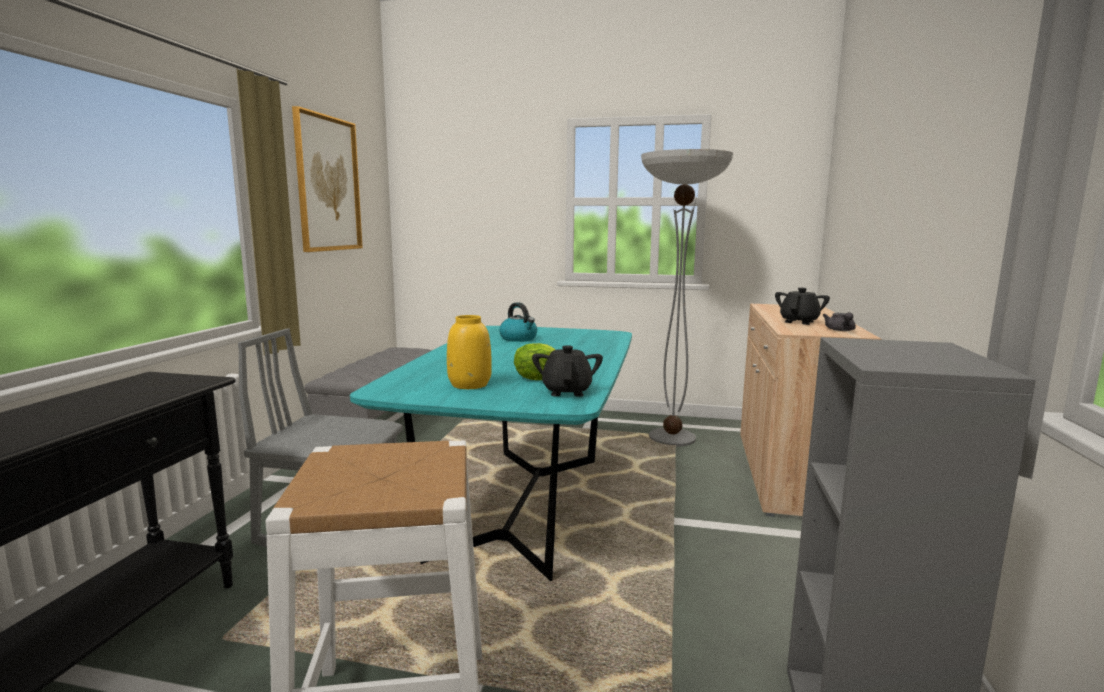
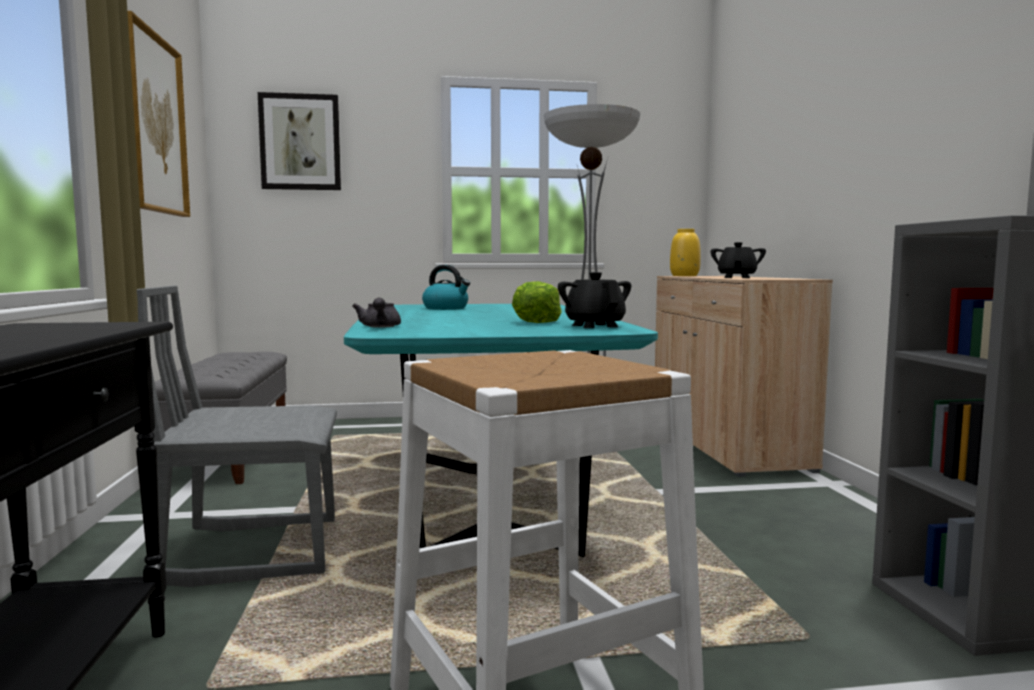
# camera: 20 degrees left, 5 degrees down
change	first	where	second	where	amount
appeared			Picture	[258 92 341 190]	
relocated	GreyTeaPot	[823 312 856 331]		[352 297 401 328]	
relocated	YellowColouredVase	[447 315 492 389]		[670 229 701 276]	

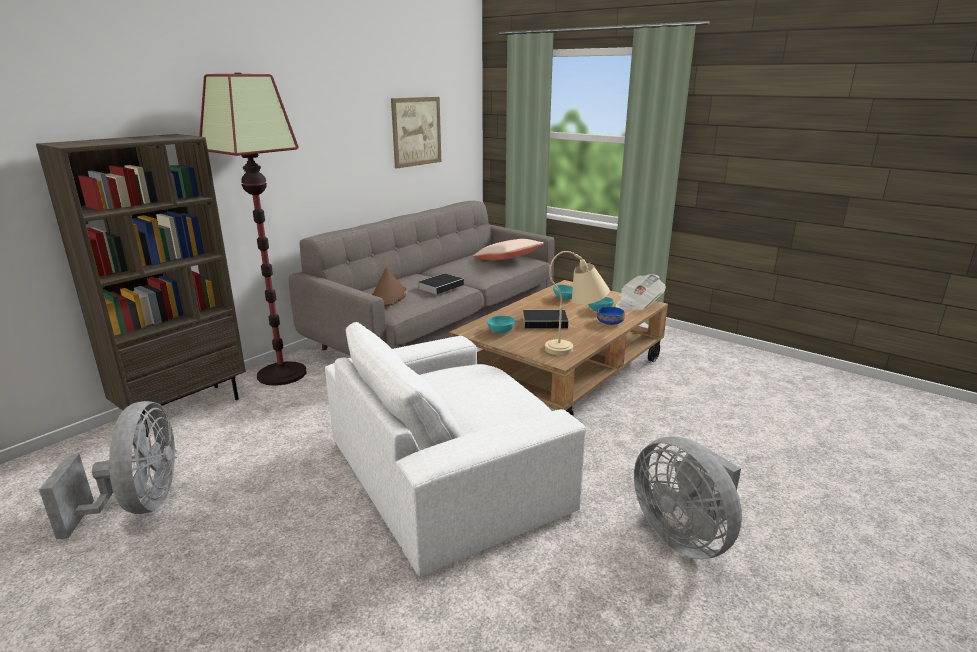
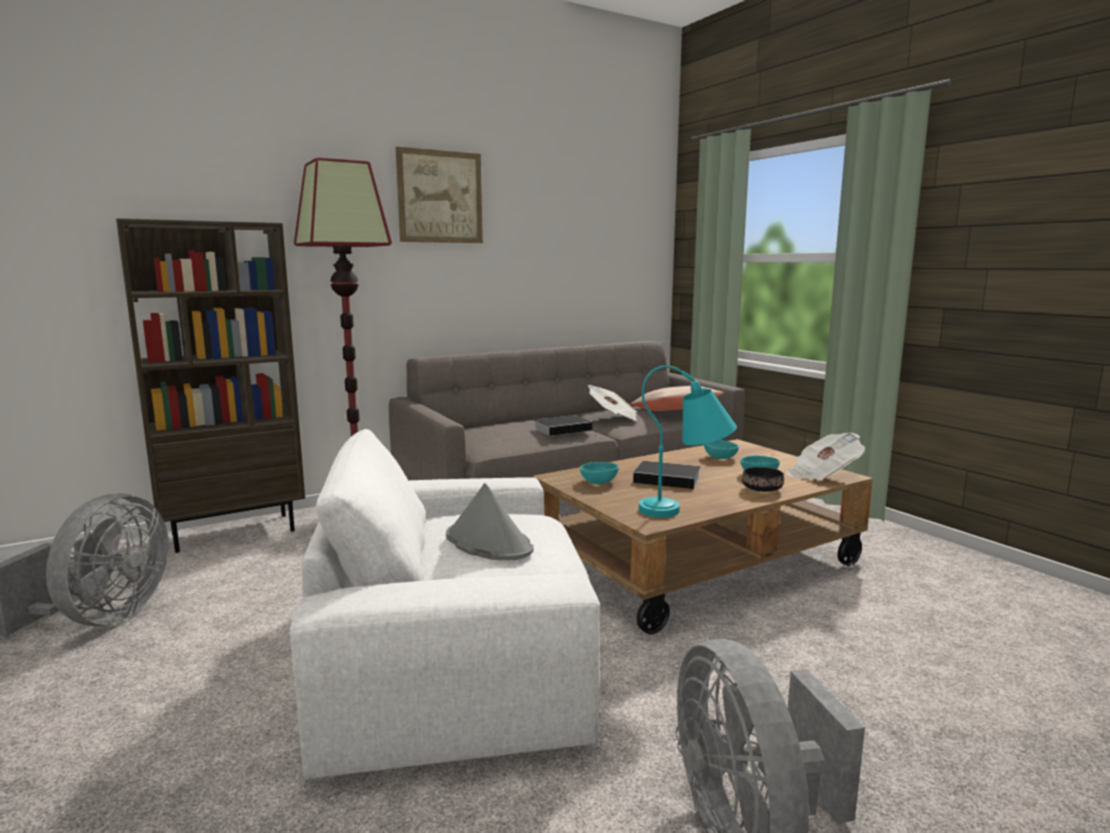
# camera: 20 degrees right, 10 degrees down
change	first	where	second	where	amount
relocated	Picture	[391 97 441 169]		[396 147 483 243]	
appeared			GreyHat	[446 483 534 560]	
appeared			DailyPaper	[588 385 637 420]	
colour	SandColouredTabletopLamp	[545 251 610 355]	TurquoiseColouredTabletopLamp	[639 365 737 518]	
colour	BluishServingBowl	[597 307 625 325]	BlackishServingBowl	[742 467 784 492]	
missing	BrownHat	[371 268 407 307]			

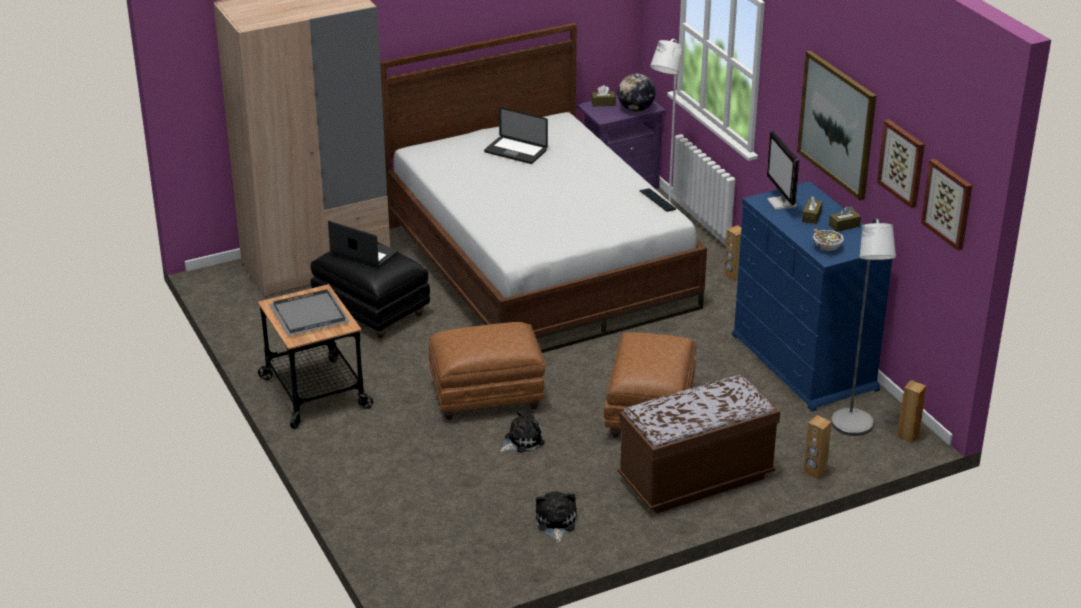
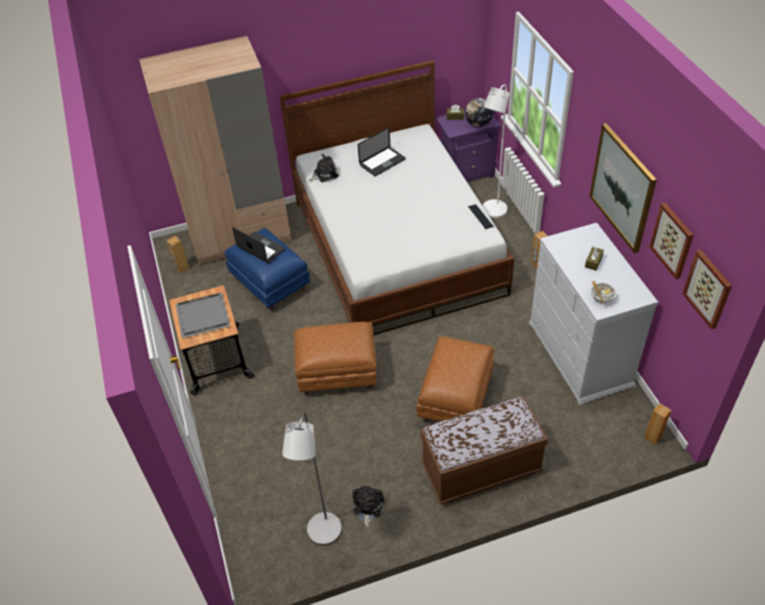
# camera: 10 degrees right, 15 degrees up
change	first	where	second	where	amount
relocated	BrownLoudspeaker	[803 415 832 480]		[167 236 190 274]	
colour	BlackishOttoman	[311 242 430 339]	BluishOttoman	[225 228 310 310]	
relocated	GreyFloorLamp	[831 218 896 436]		[282 412 342 546]	
relocated	CuddlyToy	[500 409 545 453]		[309 154 339 182]	
spun	Laptop	[484 107 548 164]		[358 127 406 176]	75 degrees counterclockwise
colour	BluishChestOfDrawers	[732 181 892 411]	WhiteColouredChestOfDrawers	[529 223 658 405]	
missing	ComputerDisplay	[767 131 799 210]			
missing	BrownTissueBox	[829 206 861 232]			

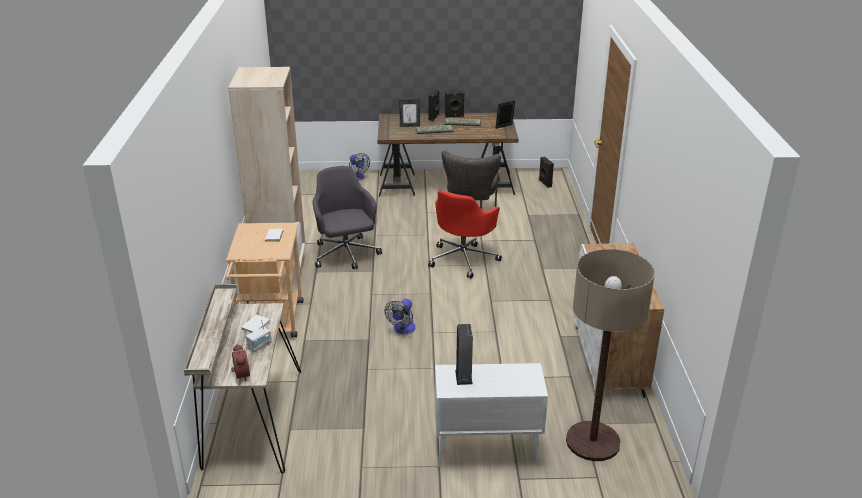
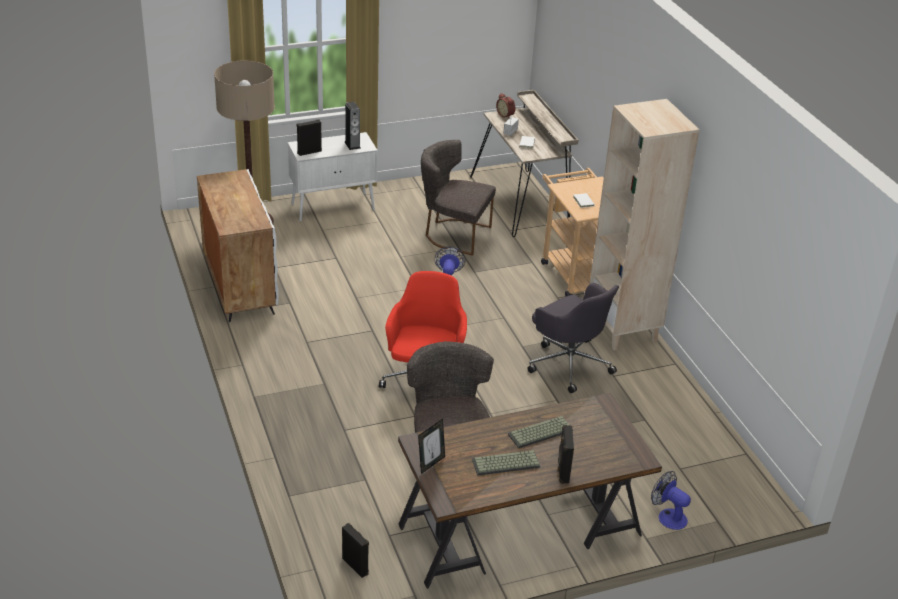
# camera: 160 degrees right, 5 degrees up
change	first	where	second	where	amount
relocated	BlackishLoudspeaker	[445 90 465 118]		[296 119 322 156]	
appeared			GreyChair	[421 140 496 256]	
missing	PictureFrame	[399 100 420 127]			

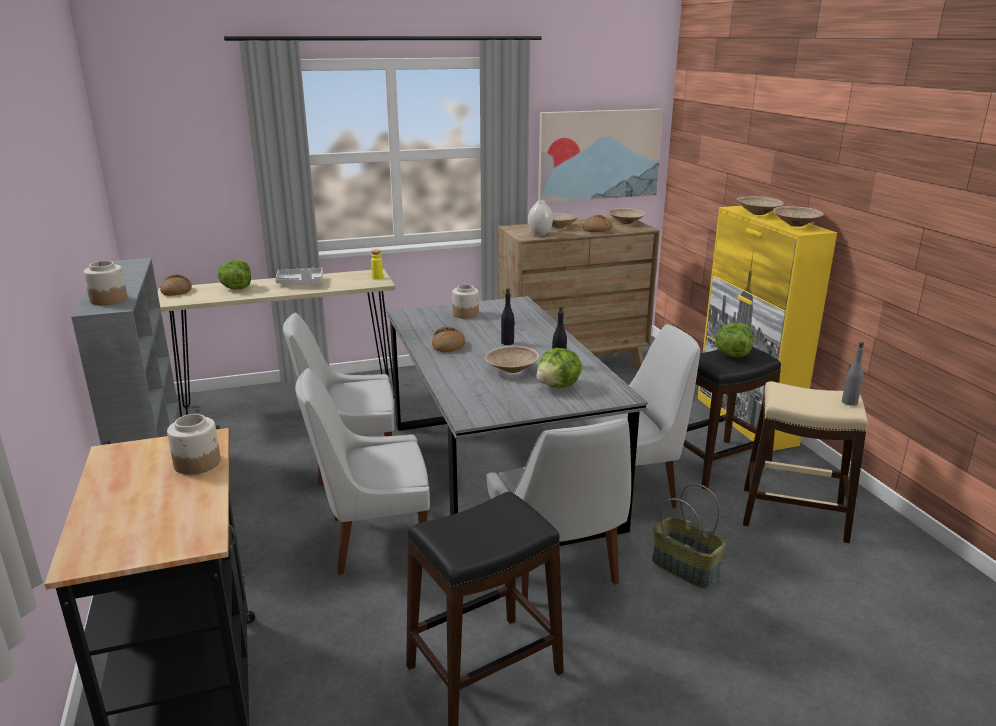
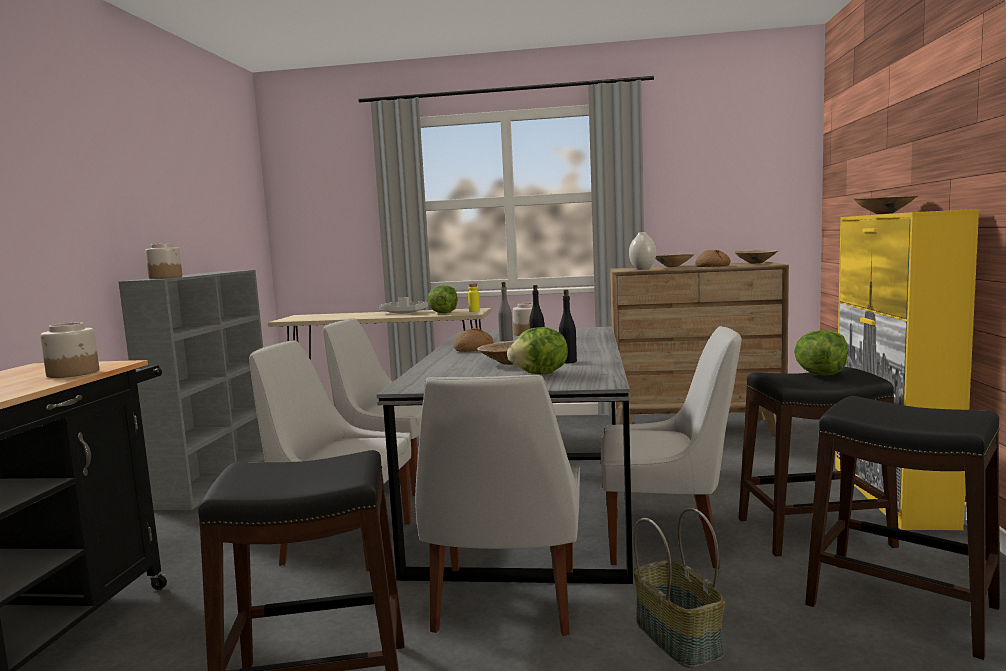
# camera: 25 degrees right, 15 degrees down
change	first	where	second	where	amount
relocated	Lettuce	[218 260 251 290]		[427 285 457 313]	
relocated	GreyBottle	[842 342 864 406]		[498 282 513 341]	
colour	SandColouredSittingStool	[743 381 868 543]	BlackishSittingStool	[805 396 1000 660]	
missing	BakedBread	[160 274 192 296]			
missing	Picture	[538 109 663 203]			
missing	SandColouredServingBowl	[773 206 824 227]			

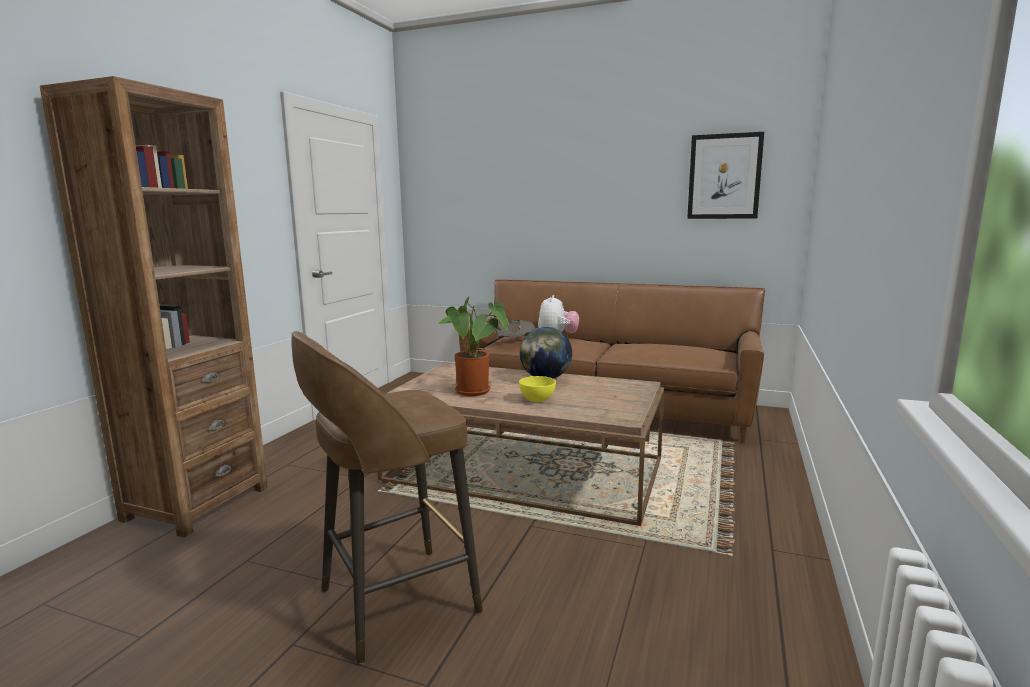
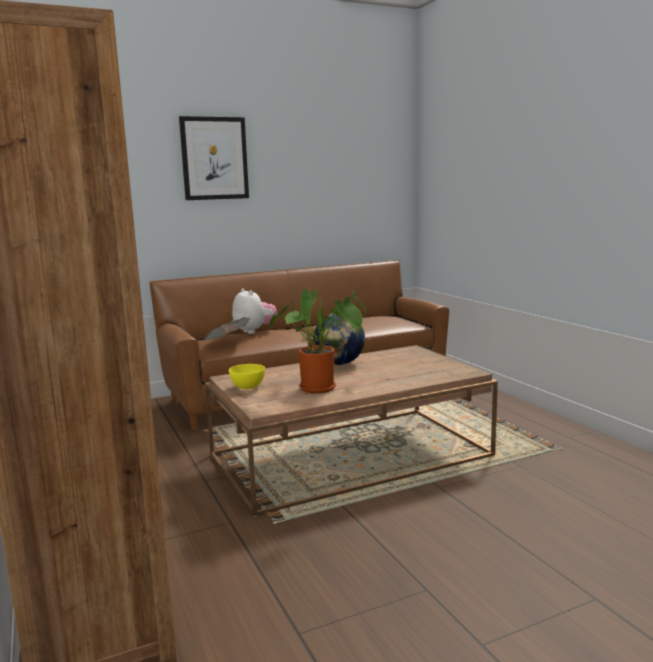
# camera: 45 degrees left, 0 degrees up
change	first	where	second	where	amount
relocated	Picture	[687 132 764 219]		[179 116 249 200]	
relocated	YellowColouredServingBowl	[519 376 556 402]		[229 364 265 389]	
missing	BrownSittingStool	[291 331 483 664]			

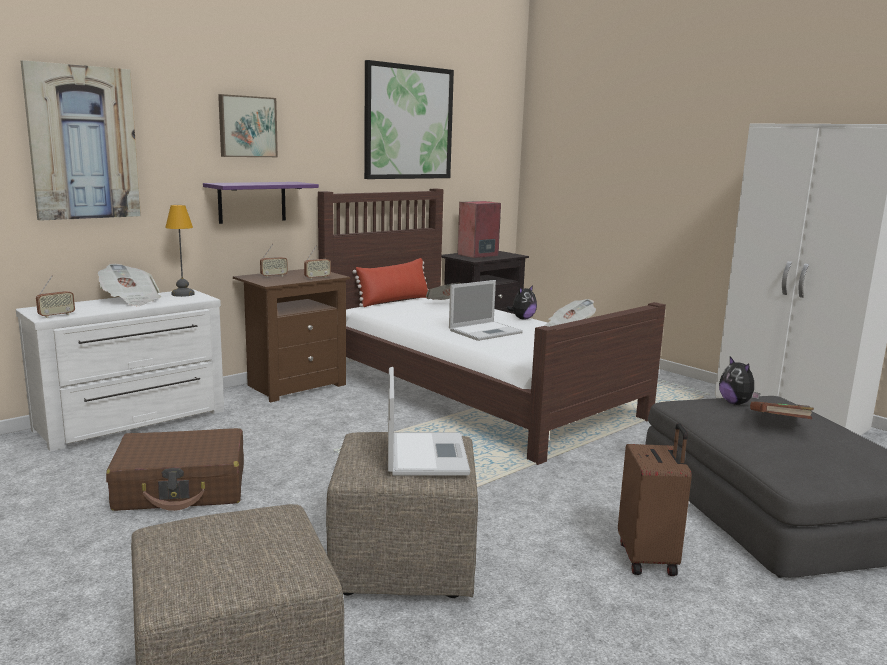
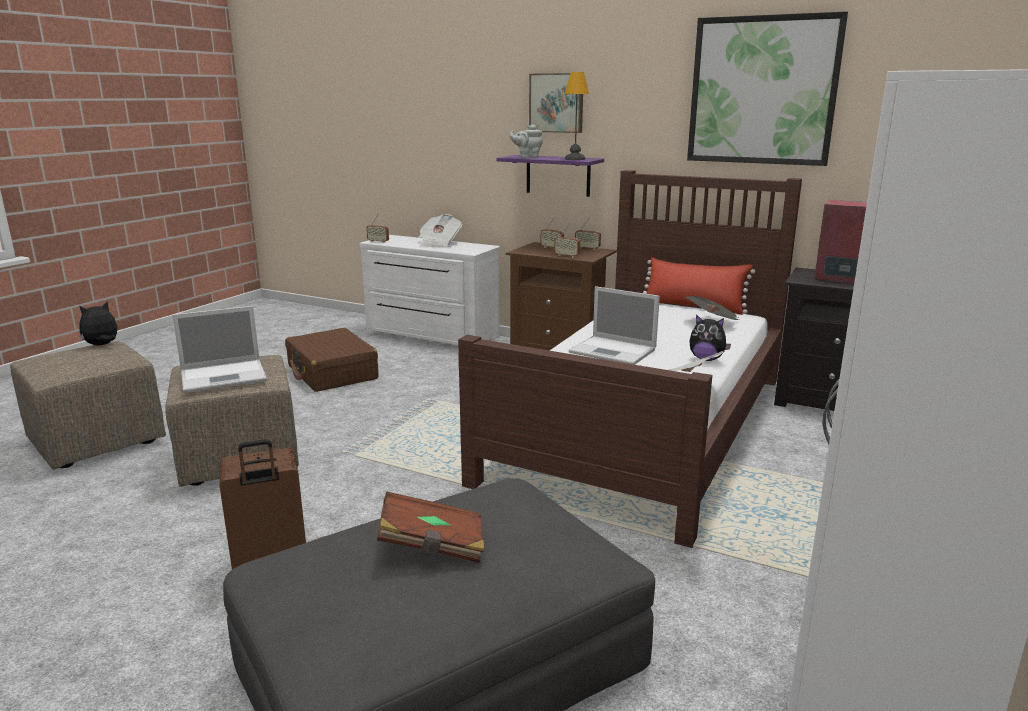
# camera: 70 degrees right, 5 degrees up
change	first	where	second	where	amount
relocated	CuddlyToy	[719 357 761 405]		[79 301 117 346]	
appeared			GreyTeaPot	[509 124 543 158]	
relocated	TabletopLamp	[165 205 195 297]		[565 72 589 160]	
appeared			RadioSet	[575 218 601 250]	
missing	Picture	[21 60 141 221]			

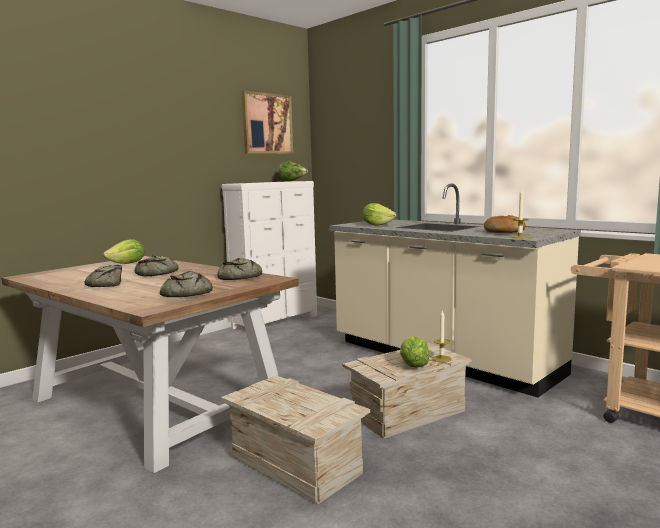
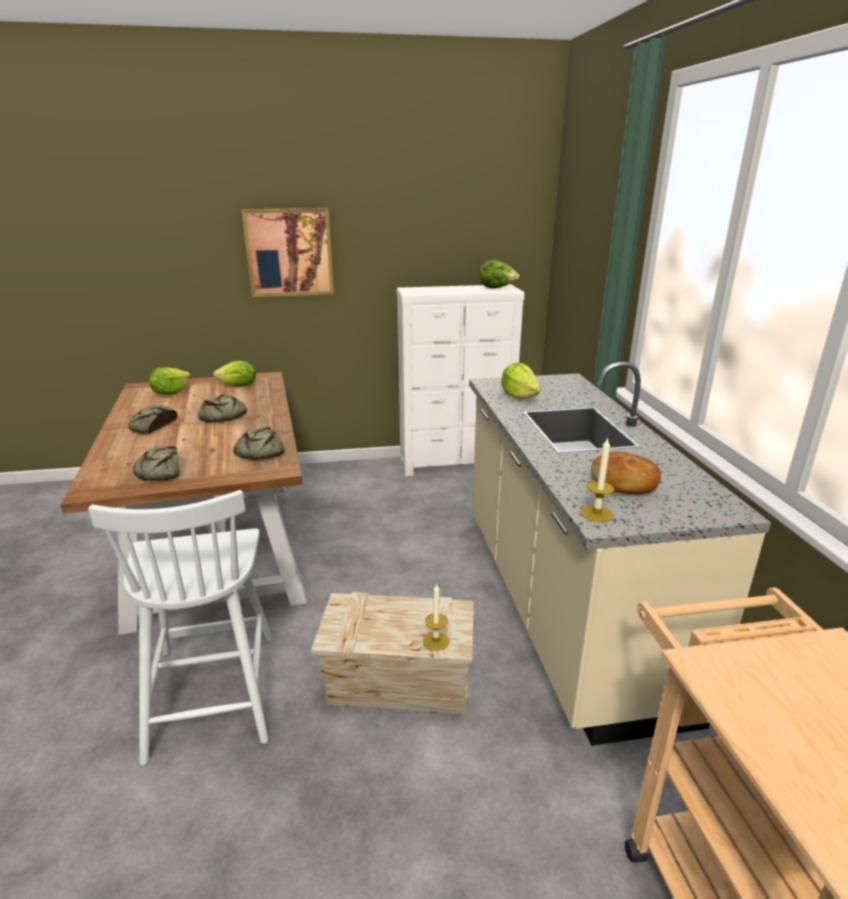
# camera: 35 degrees right, 15 degrees up
change	first	where	second	where	amount
exchanged	ShippingCrate	[221 375 370 505]	WhiteColouredChair	[88 490 272 766]	
relocated	Lettuce	[400 336 429 367]		[149 367 190 395]	
relocated	Picture	[242 91 293 154]		[241 208 334 297]	

